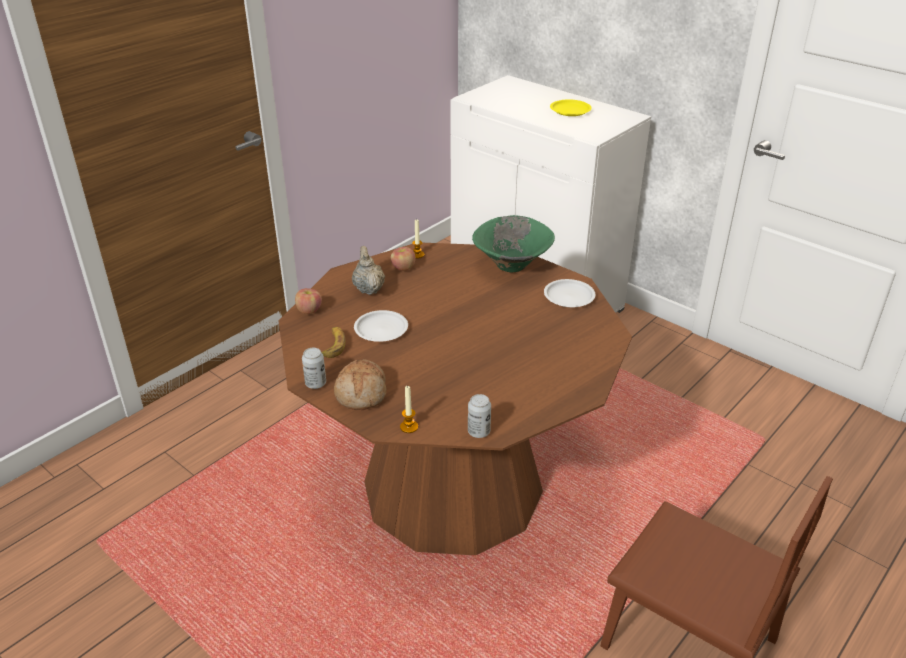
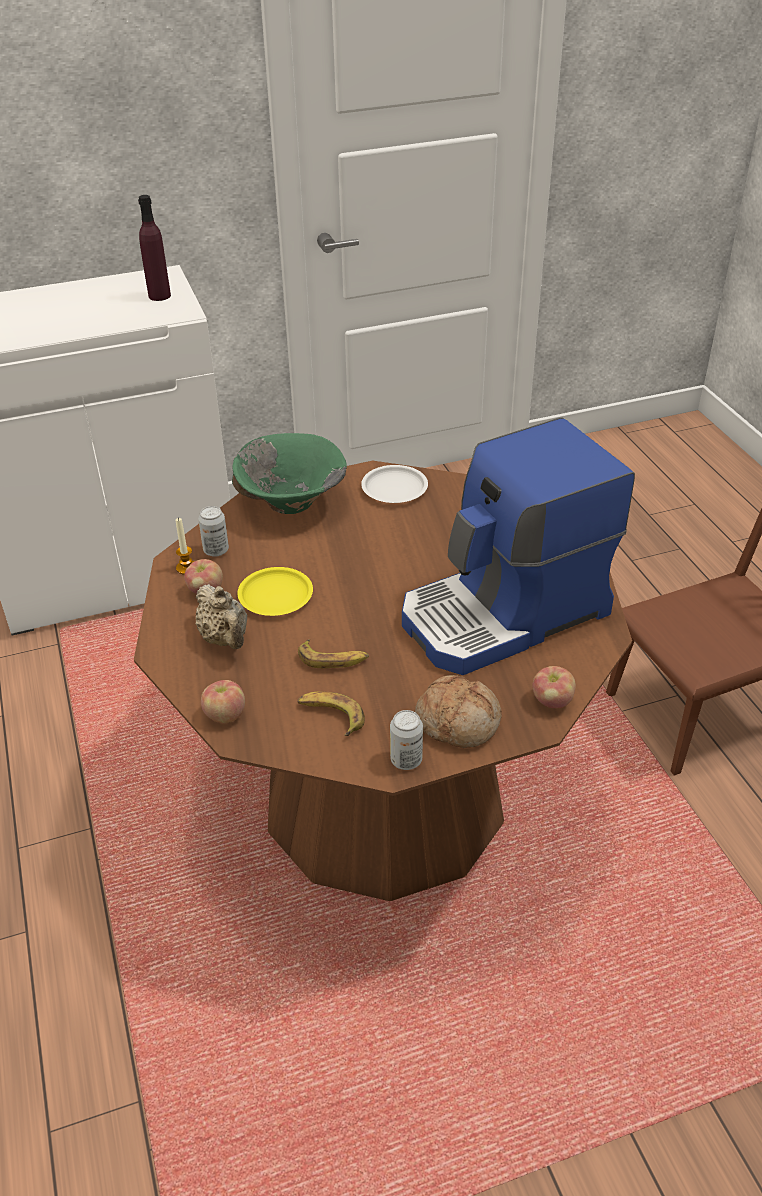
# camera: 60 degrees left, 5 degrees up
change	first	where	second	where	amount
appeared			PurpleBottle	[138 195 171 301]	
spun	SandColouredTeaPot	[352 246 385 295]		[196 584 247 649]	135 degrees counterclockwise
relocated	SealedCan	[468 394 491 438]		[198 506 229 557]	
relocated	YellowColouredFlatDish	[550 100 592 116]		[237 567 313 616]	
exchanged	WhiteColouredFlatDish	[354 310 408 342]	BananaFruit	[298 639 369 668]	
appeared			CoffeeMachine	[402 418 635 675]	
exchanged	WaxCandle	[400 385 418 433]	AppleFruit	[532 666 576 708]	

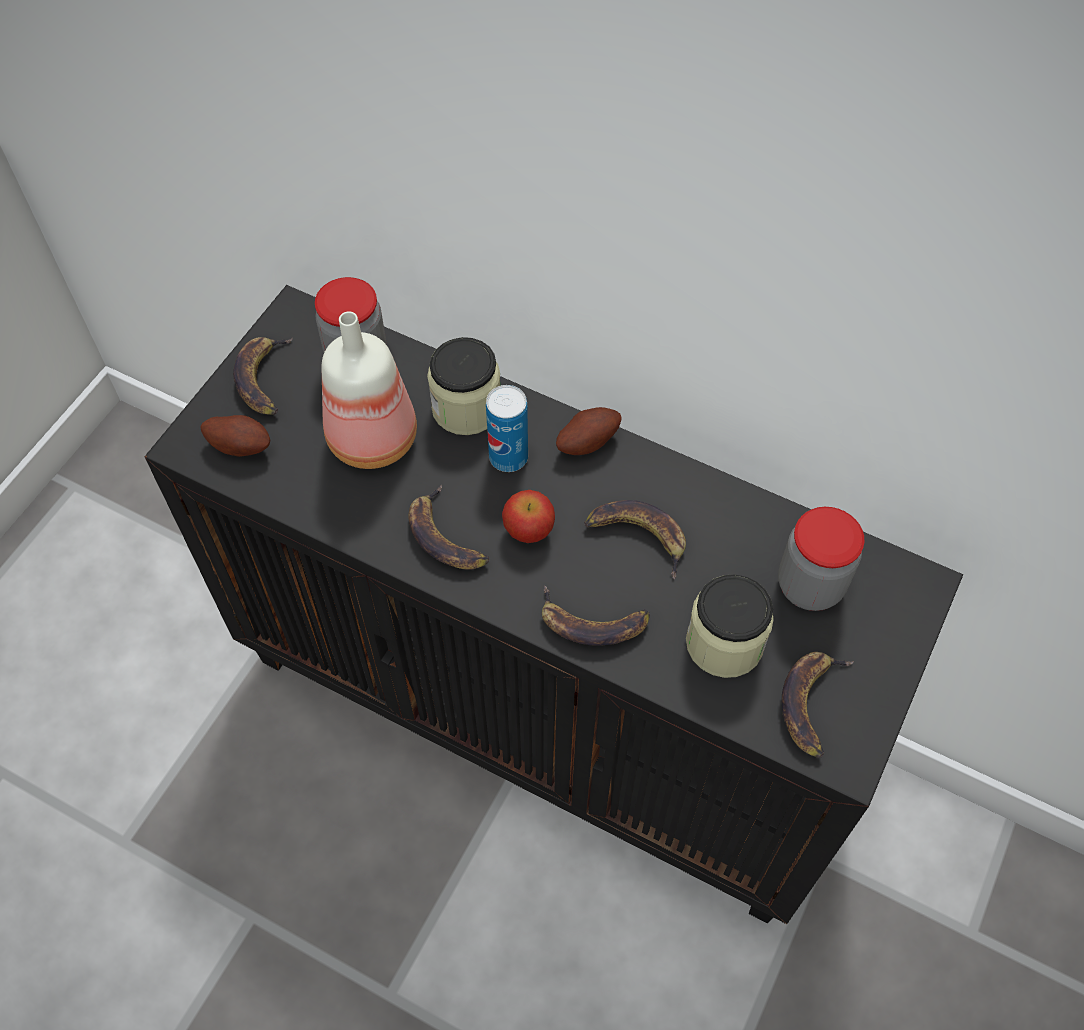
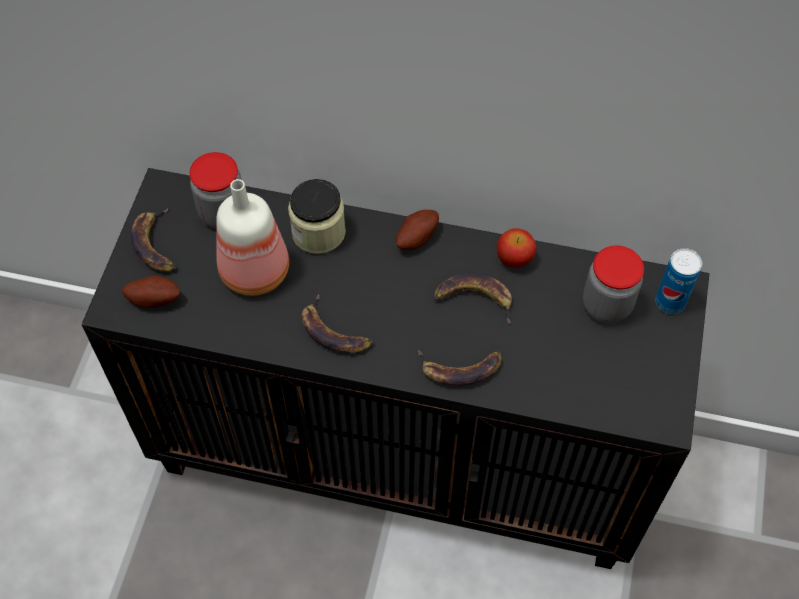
# camera: 15 degrees left, 0 degrees up
change	first	where	second	where	amount
relocated	AppleFruit	[502 490 555 543]		[497 229 537 268]	
relocated	SealedCan	[486 385 528 472]		[656 248 702 314]	
missing	Jar	[686 574 774 678]			
missing	BananaFruit	[782 652 854 758]			

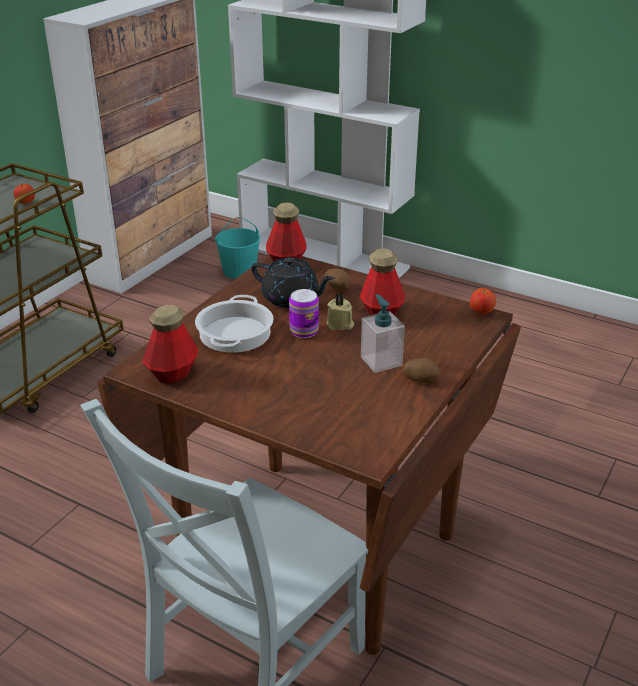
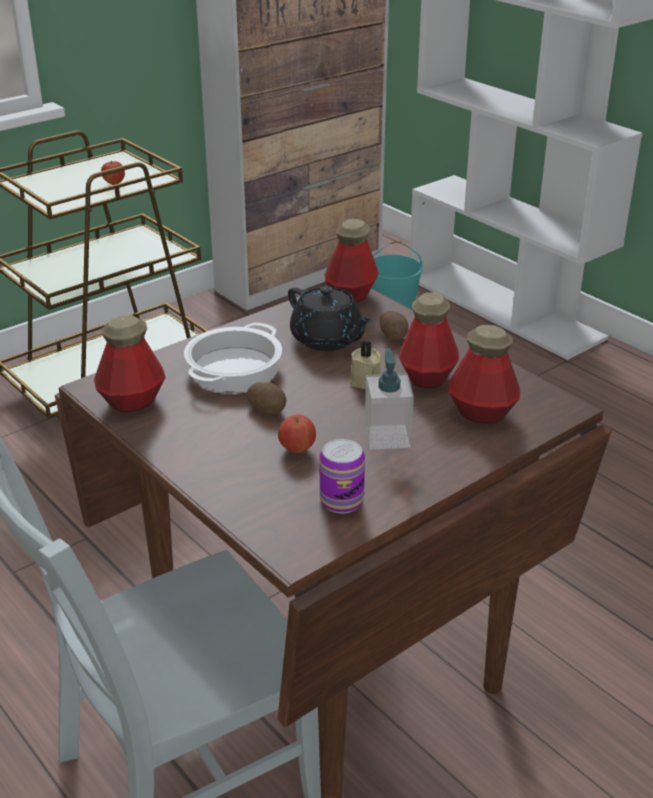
# camera: 20 degrees right, 0 degrees up
change	first	where	second	where	amount
relocated	Spud	[403 358 440 383]		[246 382 286 414]	
relocated	AppleFruit	[470 288 496 314]		[278 414 316 453]	
relocated	SealedCan	[289 289 319 338]		[320 439 365 513]	
appeared			Bottle	[448 325 520 424]	

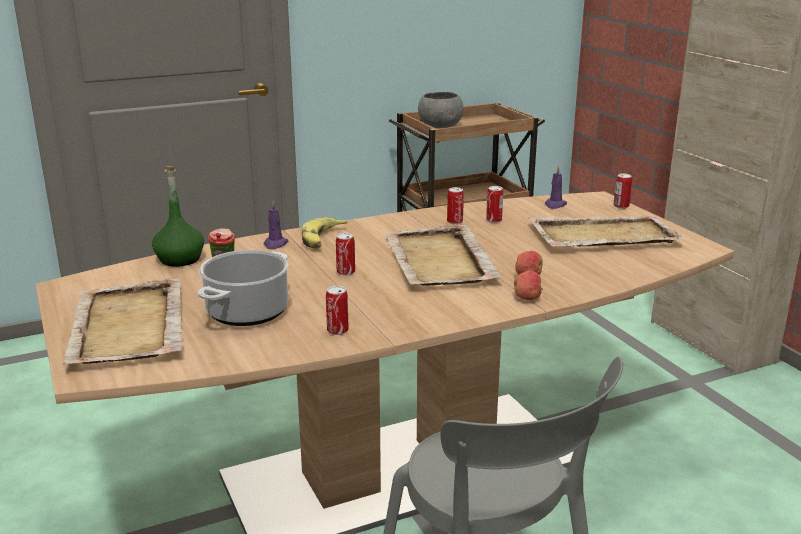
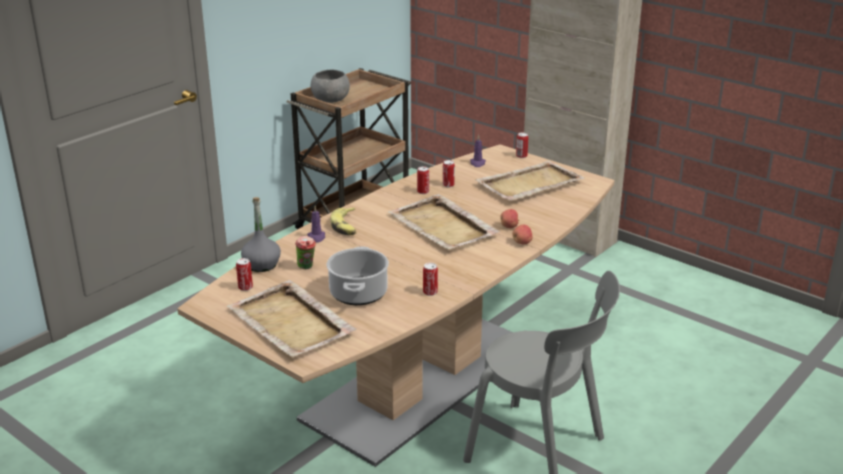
# camera: 25 degrees left, 5 degrees up
change	first	where	second	where	amount
relocated	SealedCan	[336 233 355 276]		[236 258 253 291]	
colour	GreenBottle	[152 166 204 267]	GreyBottle	[241 197 281 272]	

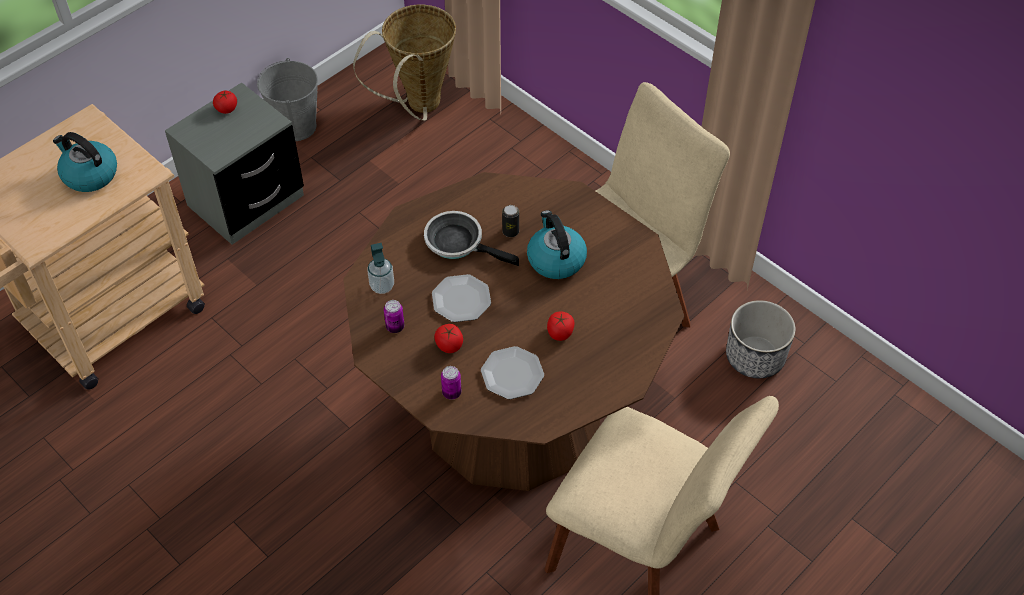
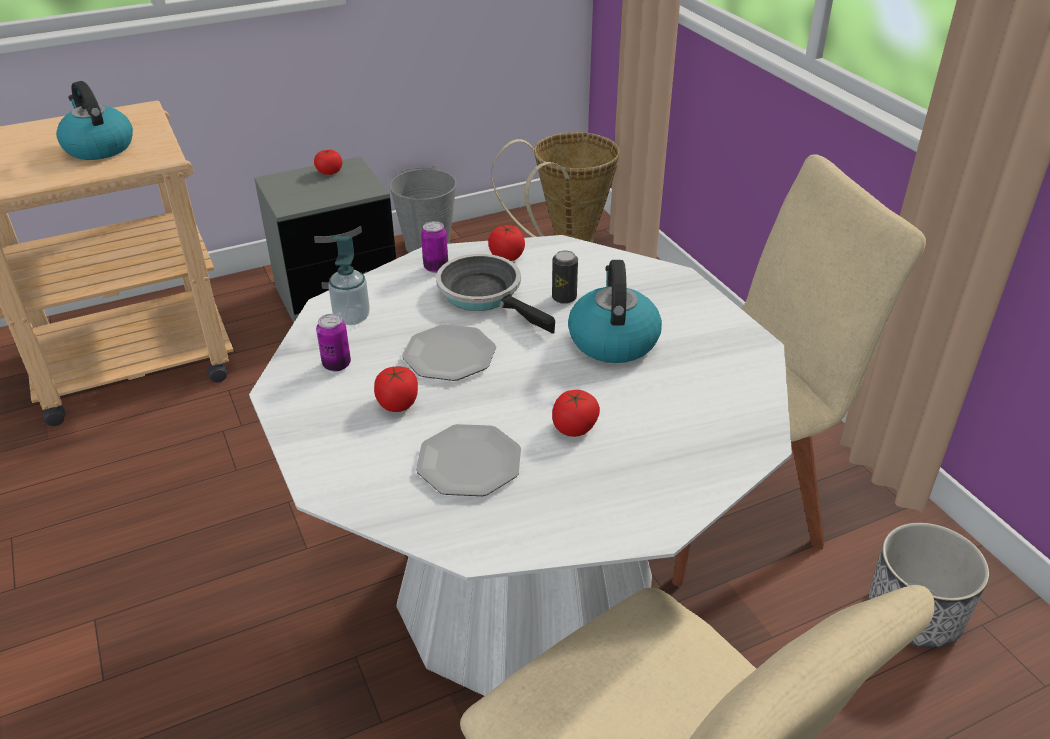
# camera: 20 degrees right, 15 degrees down
change	first	where	second	where	amount
colour	BrownDiningTable	[343 172 684 491]	WhiteColouredDiningTable	[249 235 792 696]	
relocated	SealedCan	[441 366 461 400]		[421 221 448 273]	
appeared			FreshTomato	[488 225 525 261]	

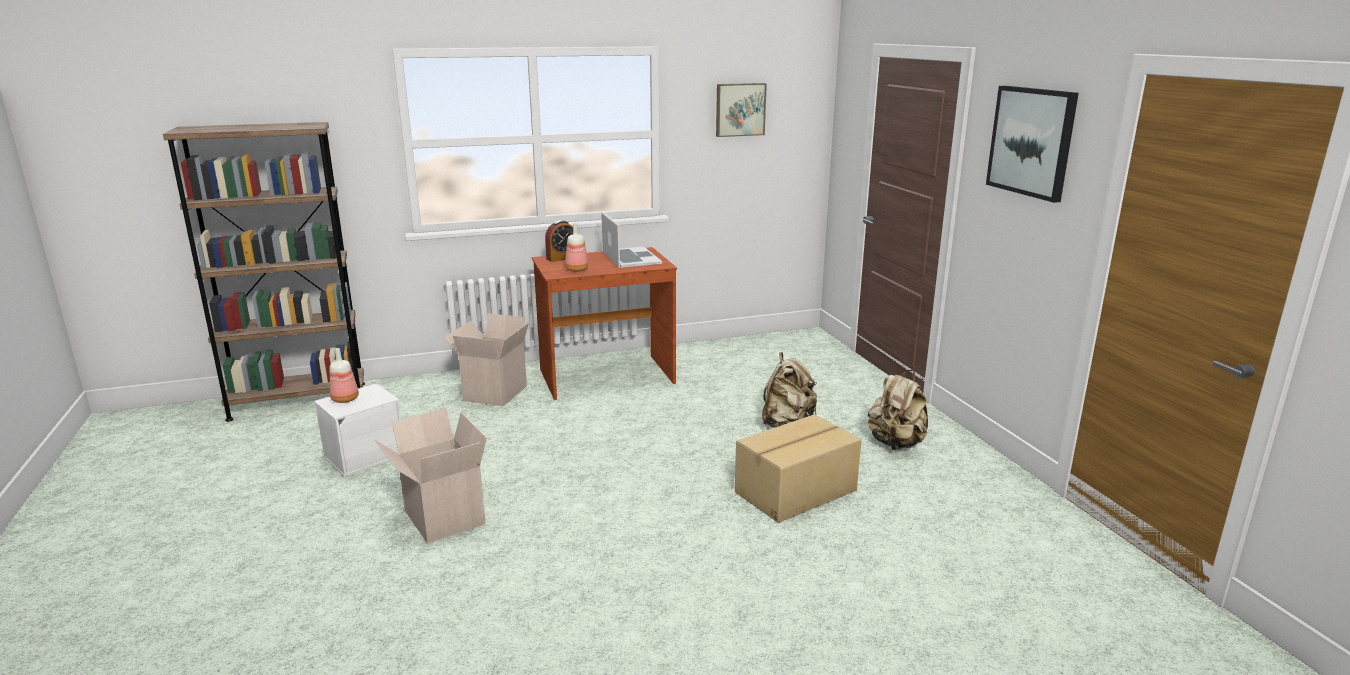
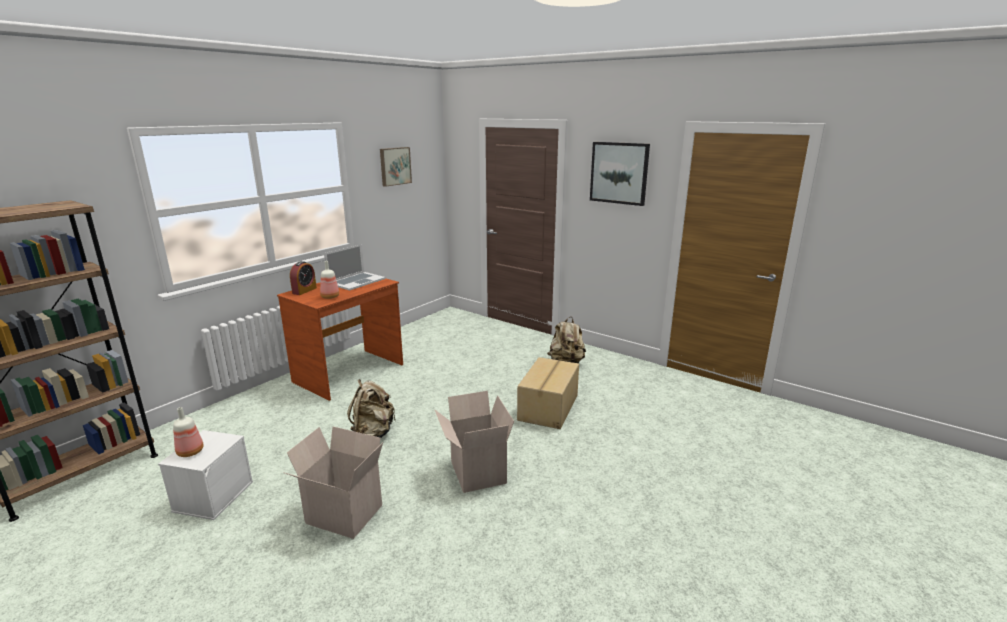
# camera: 35 degrees left, 0 degrees up
change	first	where	second	where	amount
spun	Laptop	[601 212 662 268]		[324 244 386 291]	90 degrees clockwise
relocated	SandColouredBackpack	[762 352 817 428]		[347 379 396 438]	
relocated	Carton	[444 313 529 406]		[435 391 514 493]	

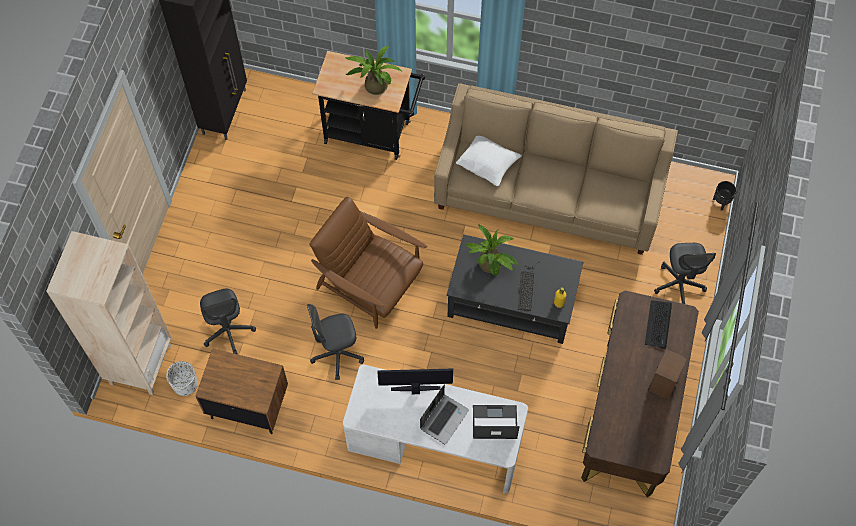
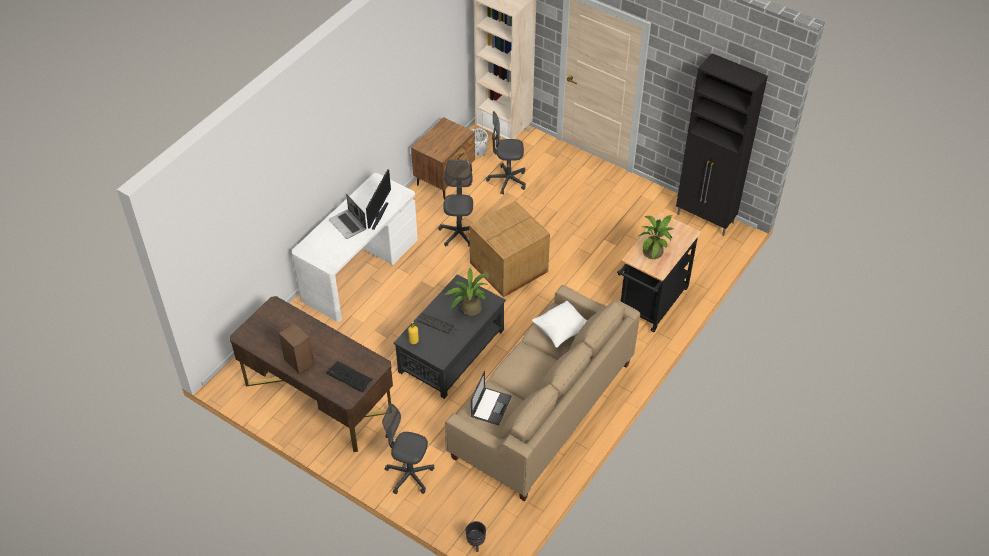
# camera: 110 degrees right, 15 degrees down
change	first	where	second	where	amount
exchanged	BrownLoungeChair	[309 197 427 329]	Carton	[469 201 550 298]	
relocated	Laptop	[473 405 520 439]		[471 371 512 425]	

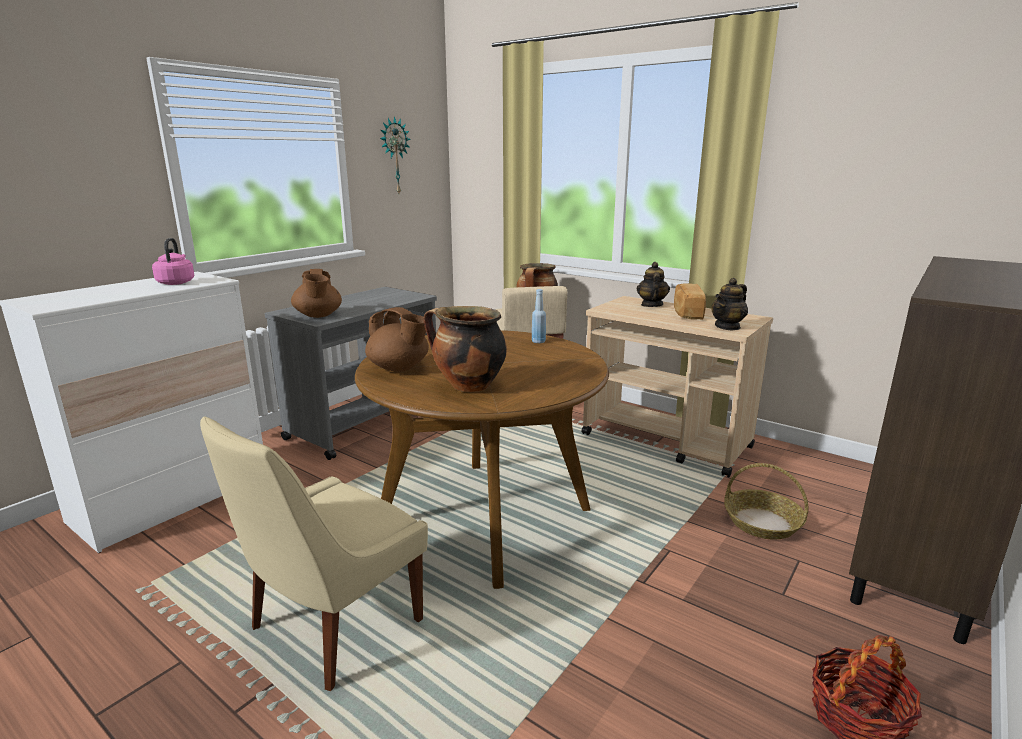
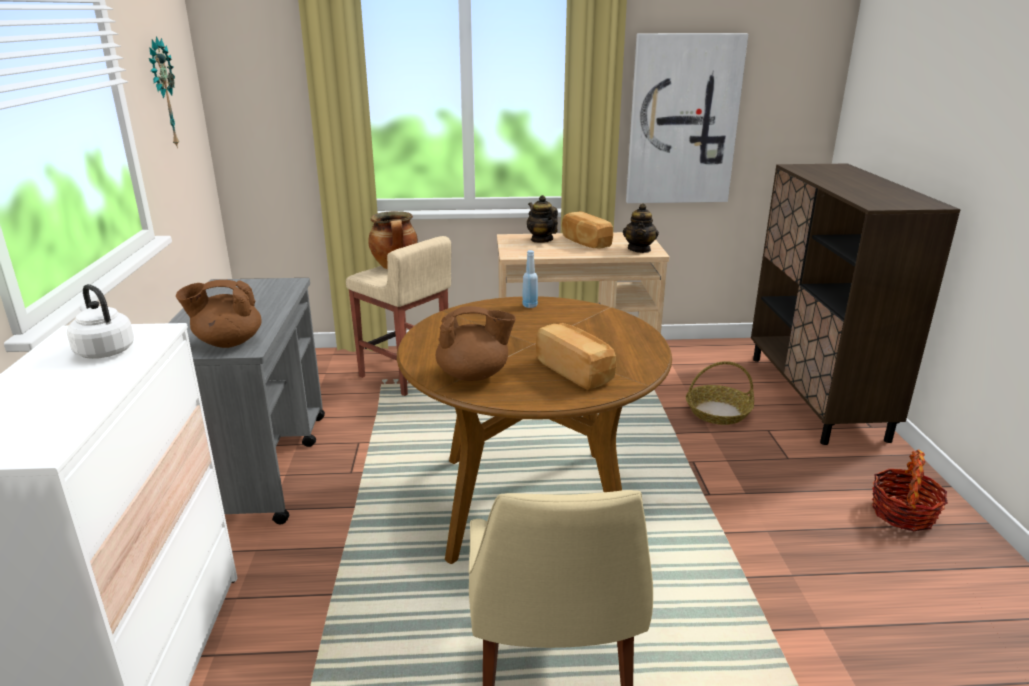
# camera: 40 degrees left, 5 degrees up
change	first	where	second	where	amount
colour	PinkKettle	[152 238 194 285]	WhiteColouredKettle	[67 284 134 359]	
spun	BrownTeaPot	[291 269 342 318]		[176 280 261 348]	135 degrees clockwise
exchanged	CookingPot	[424 306 507 392]	BakedBread	[536 323 616 390]	
appeared			Picture	[626 33 748 203]	

